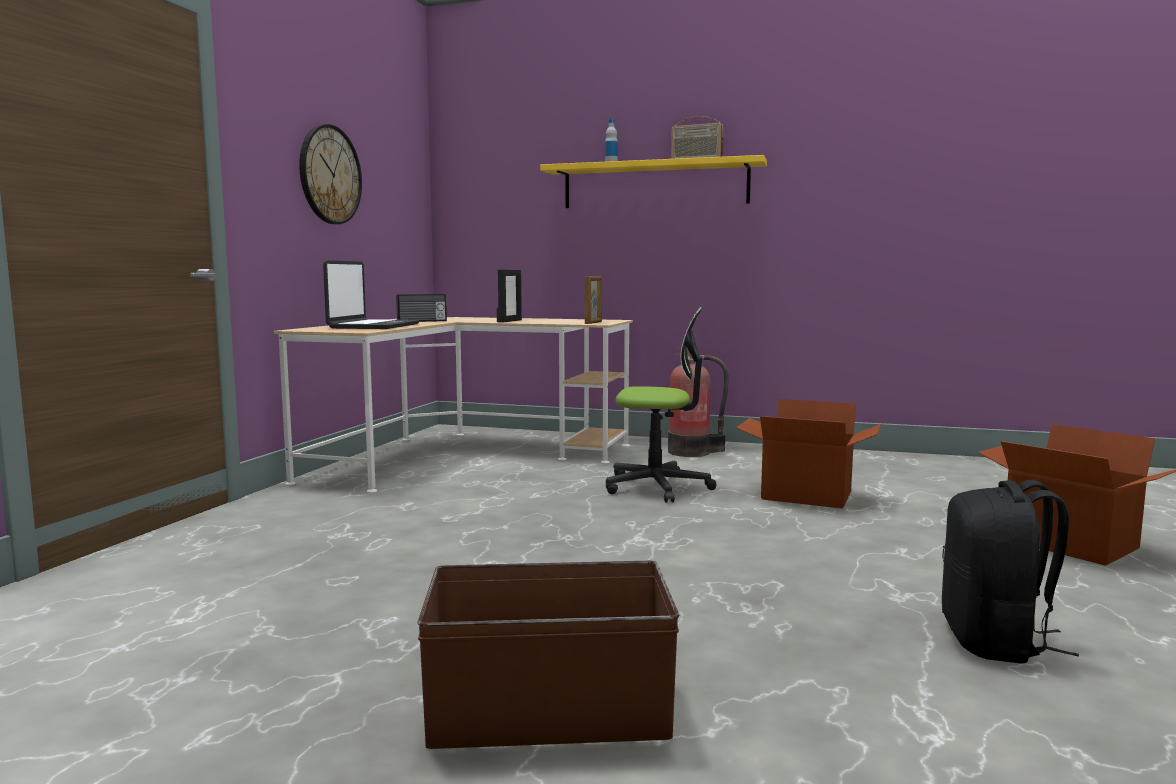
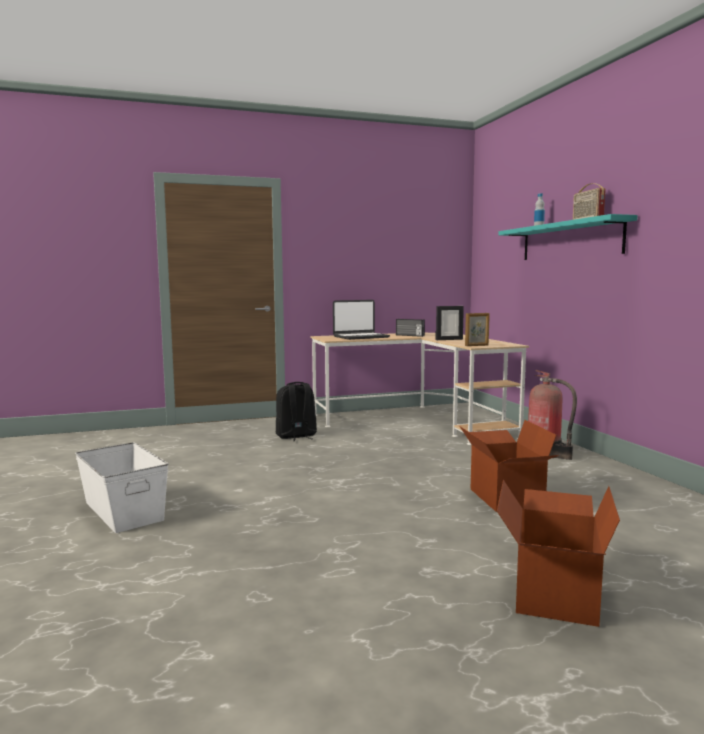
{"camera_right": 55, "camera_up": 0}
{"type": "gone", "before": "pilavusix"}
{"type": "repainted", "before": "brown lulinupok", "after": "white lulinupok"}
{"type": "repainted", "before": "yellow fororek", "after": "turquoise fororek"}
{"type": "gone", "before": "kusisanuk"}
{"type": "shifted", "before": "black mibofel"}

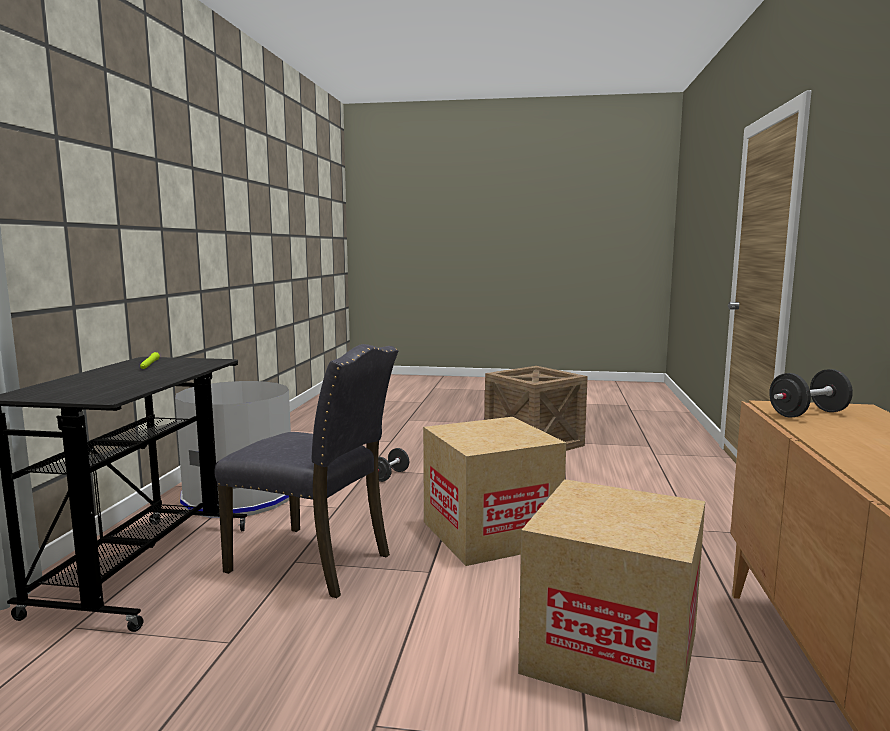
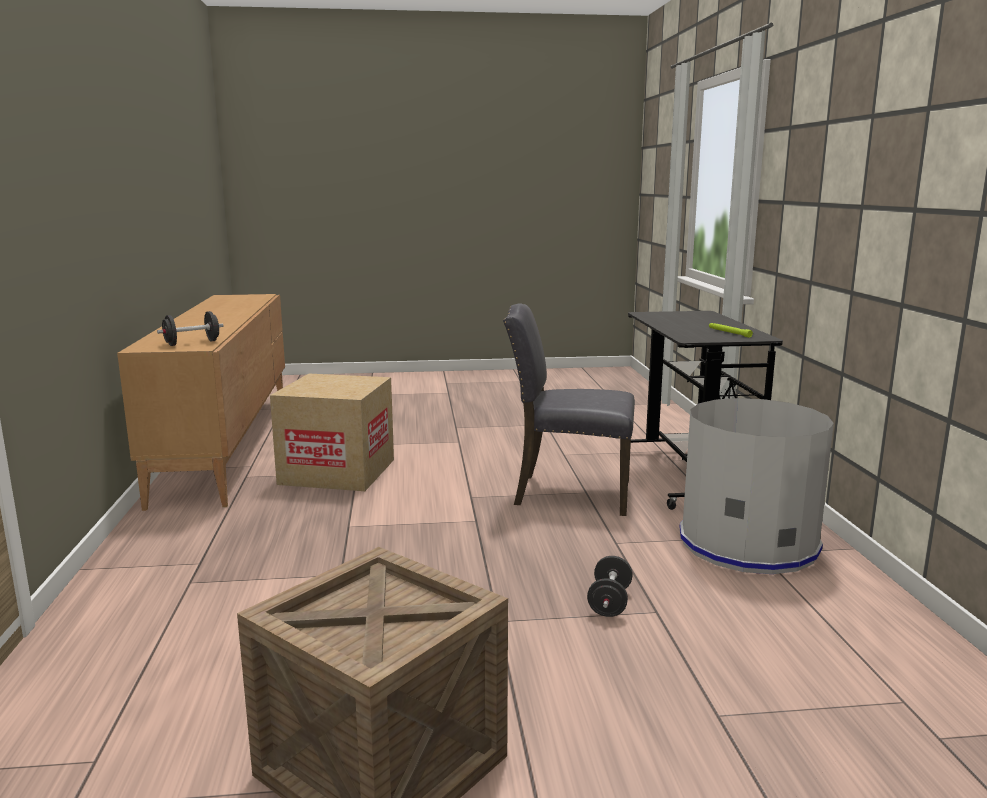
{"camera_right": 165, "camera_up": 5}
{"type": "gone", "before": "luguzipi (no. 1 from left)"}

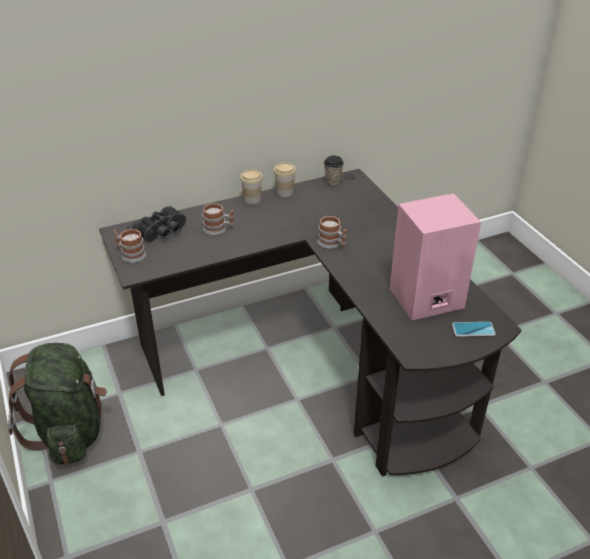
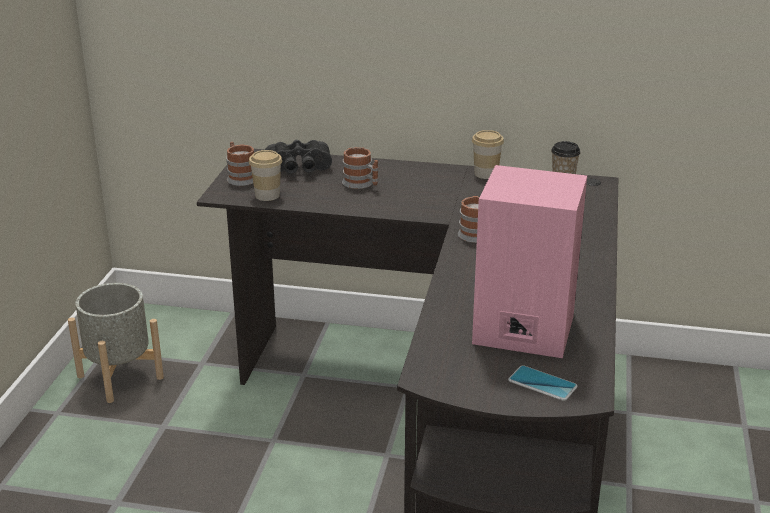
{"camera_right": 35, "camera_up": -10}
{"type": "swapped", "before": "green mibofel", "after": "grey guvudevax"}
{"type": "shifted", "before": "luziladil (no. 1 from left)"}

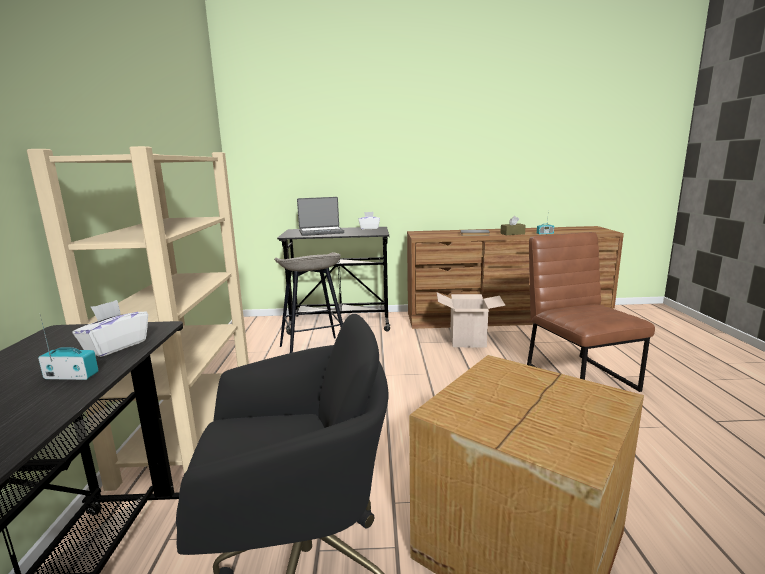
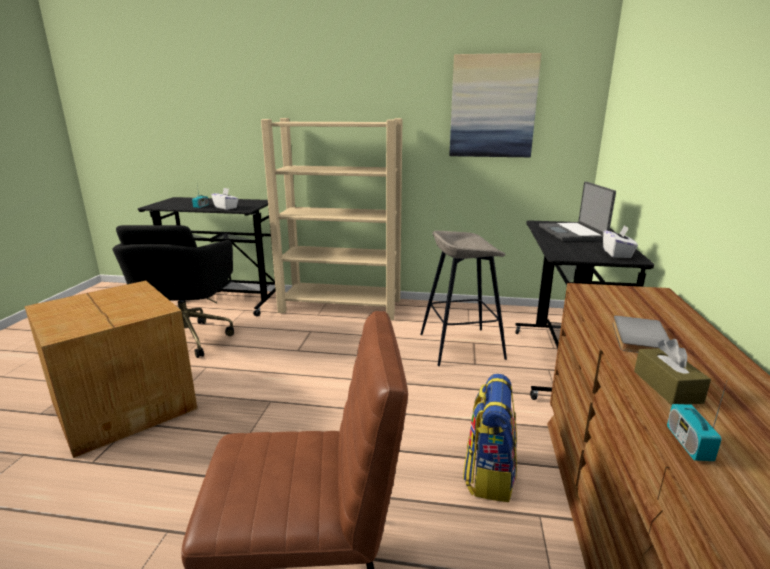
{"camera_right": 100, "camera_up": 5}
{"type": "swapped", "before": "luguzipi (no. 1 from left)", "after": "mibofel"}
{"type": "new", "after": "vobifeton"}

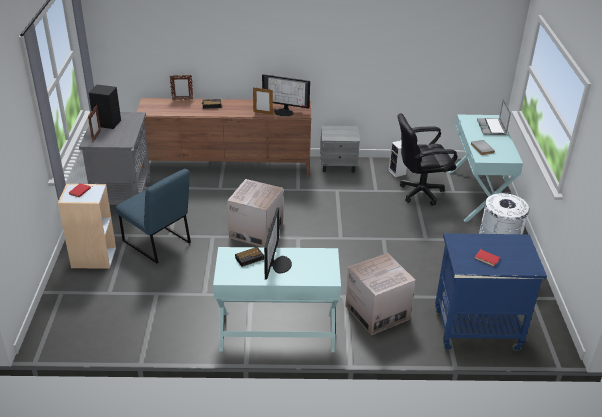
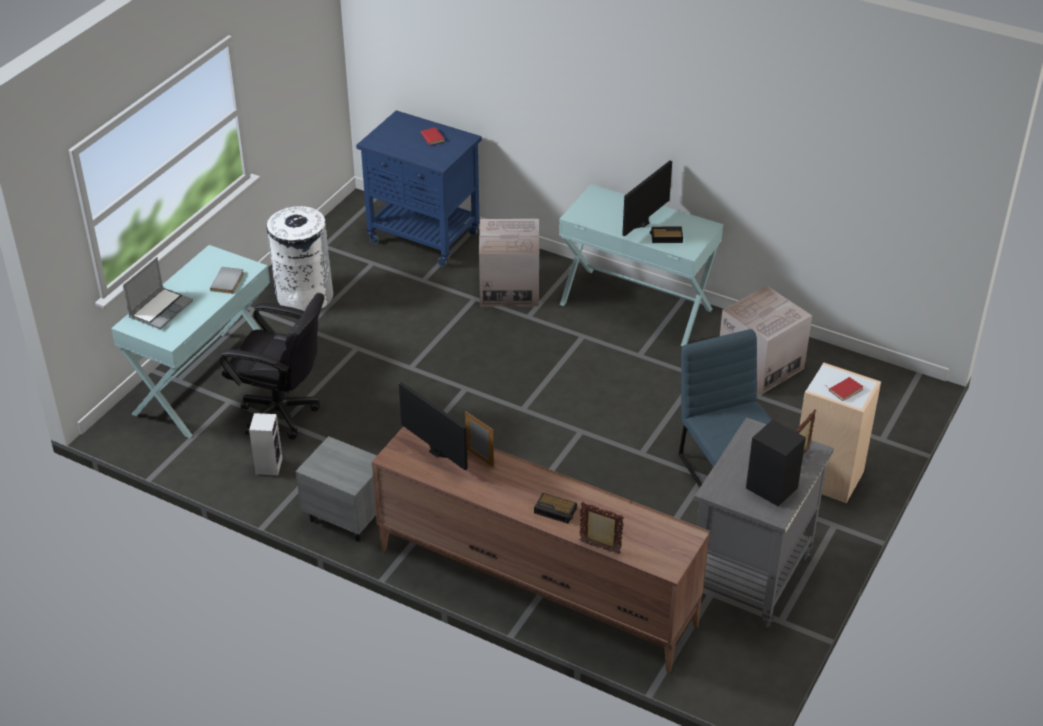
{"camera_right": -150, "camera_up": 5}
{"type": "shifted", "before": "luguzipi (no. 1 from left in the first image)", "after": "luguzipi (no. 2 from left)"}

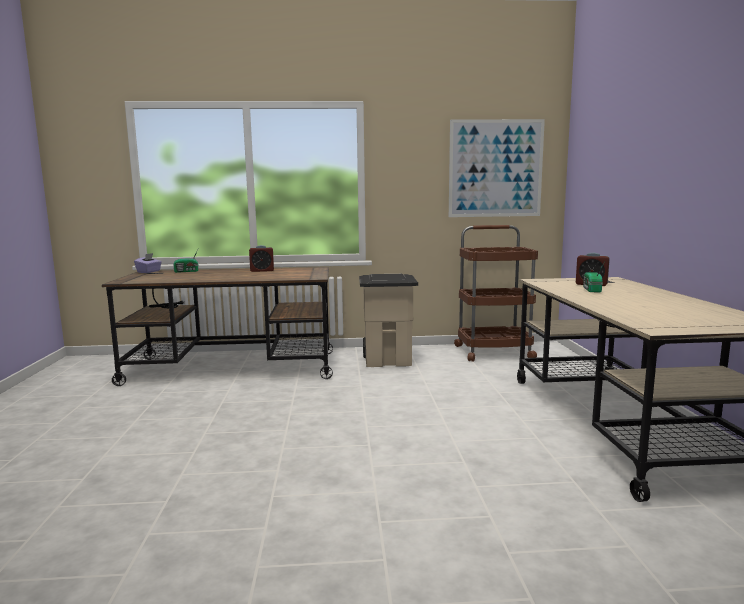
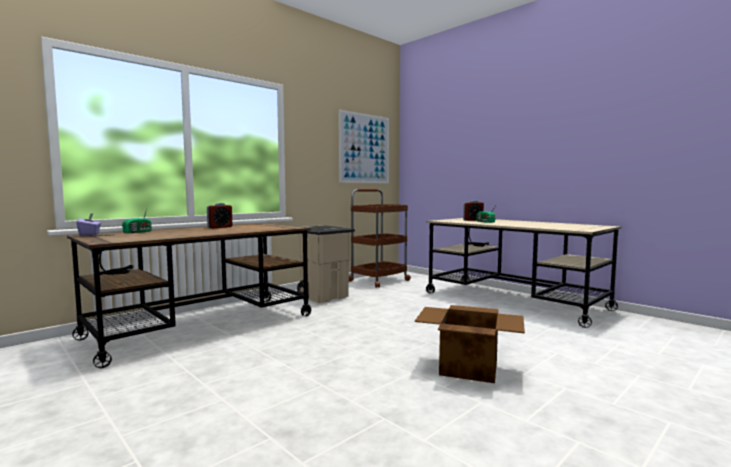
{"camera_right": -40, "camera_up": -5}
{"type": "new", "after": "luguzipi"}

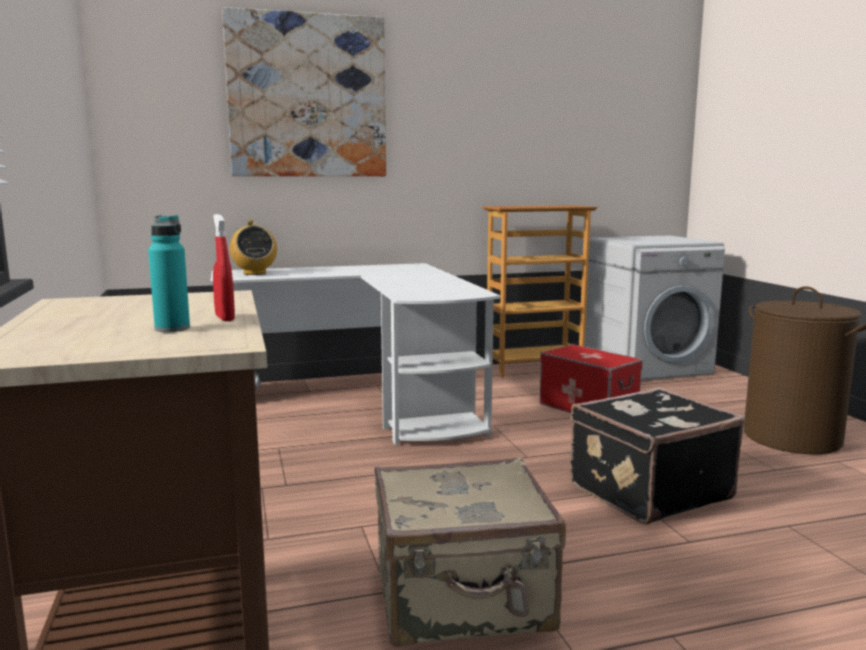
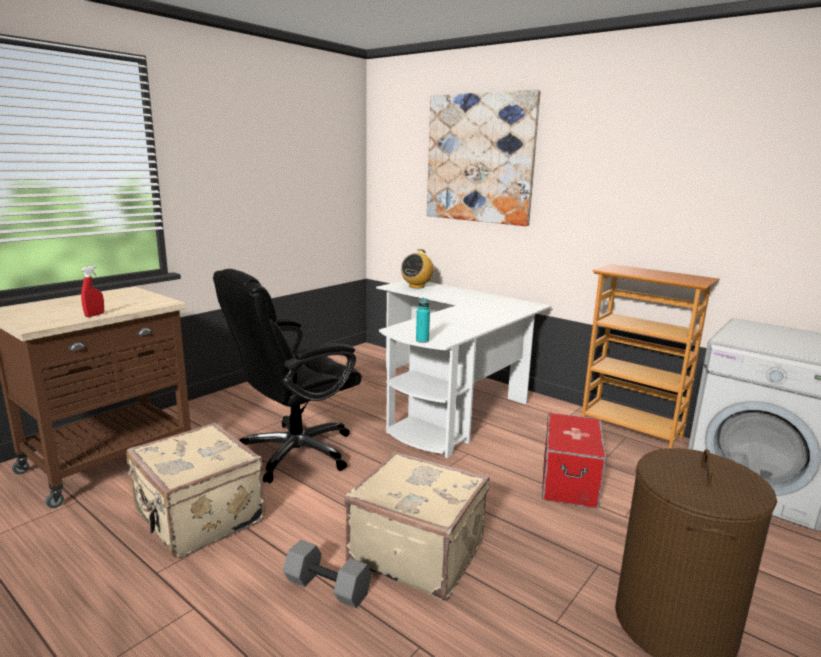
{"camera_right": 55, "camera_up": 5}
{"type": "shifted", "before": "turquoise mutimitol"}
{"type": "repainted", "before": "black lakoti", "after": "beige lakoti (no. 2 from left)"}
{"type": "new", "after": "black kusisanuk"}
{"type": "new", "after": "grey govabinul"}

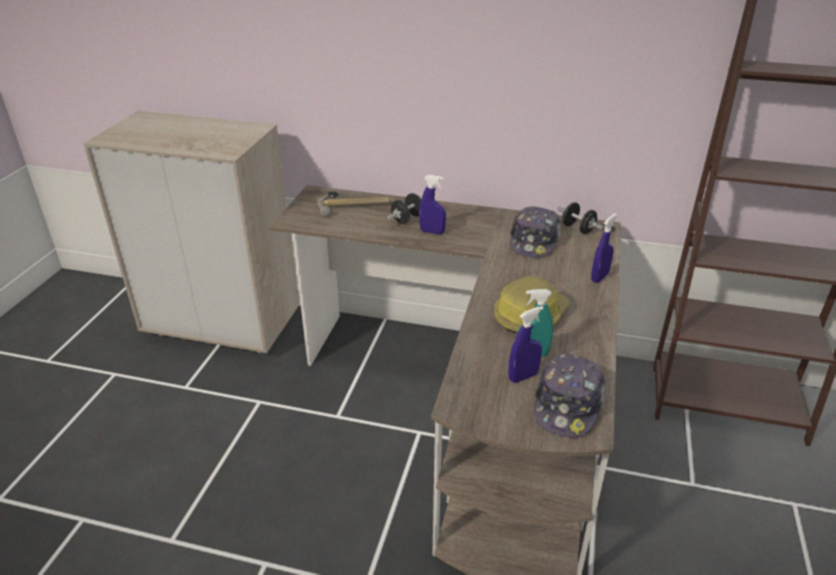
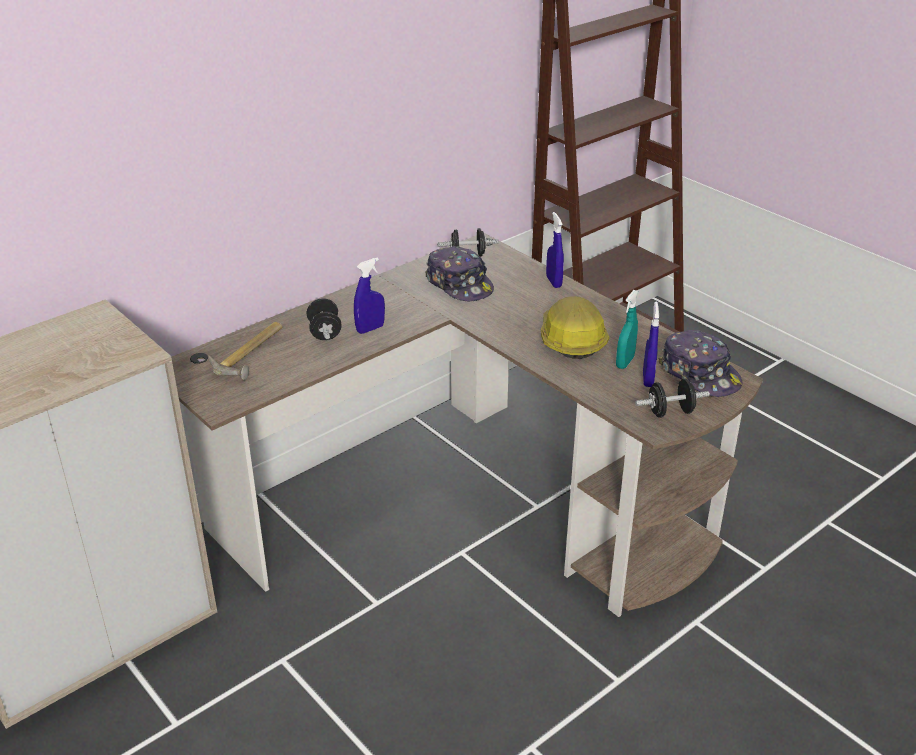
{"camera_right": -55, "camera_up": 0}
{"type": "new", "after": "black govabinul (no. 3 from left)"}

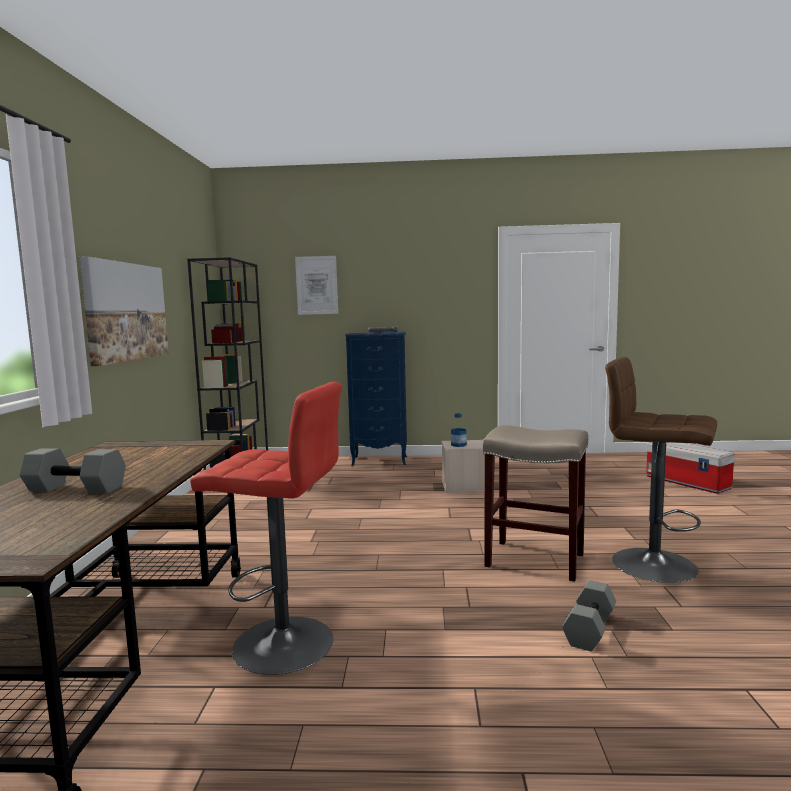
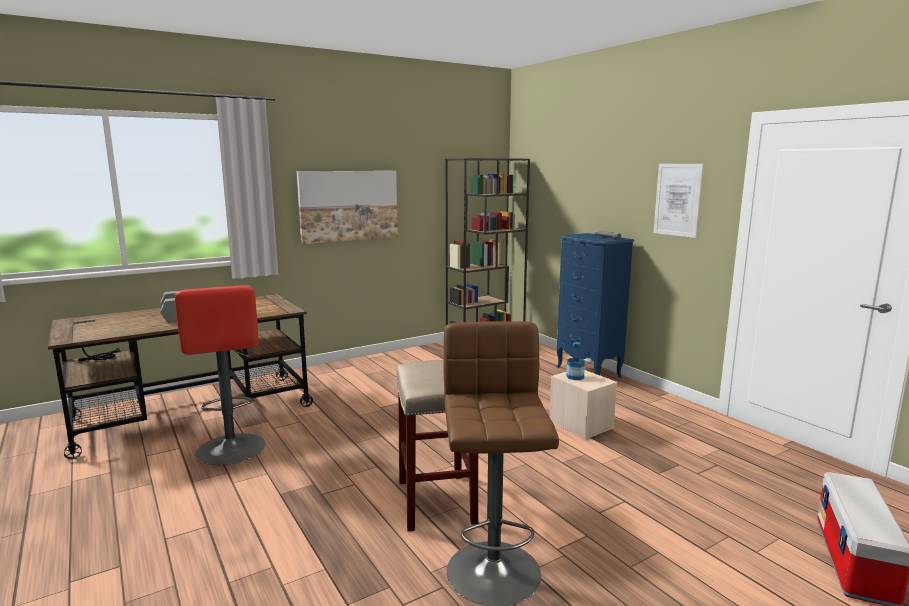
{"camera_right": 55, "camera_up": 5}
{"type": "shifted", "before": "vobifeton (no. 2 from left)"}
{"type": "gone", "before": "grey govabinul (no. 2 from left)"}

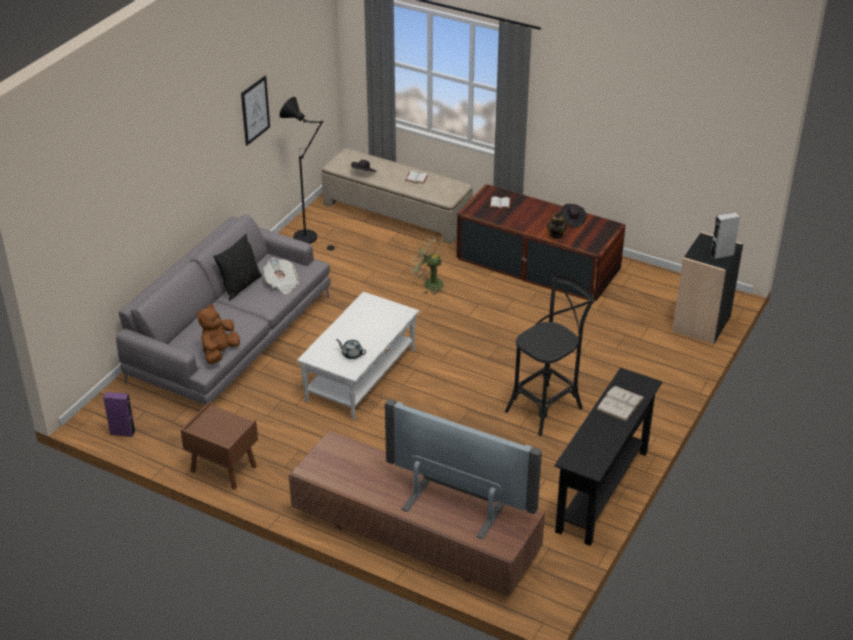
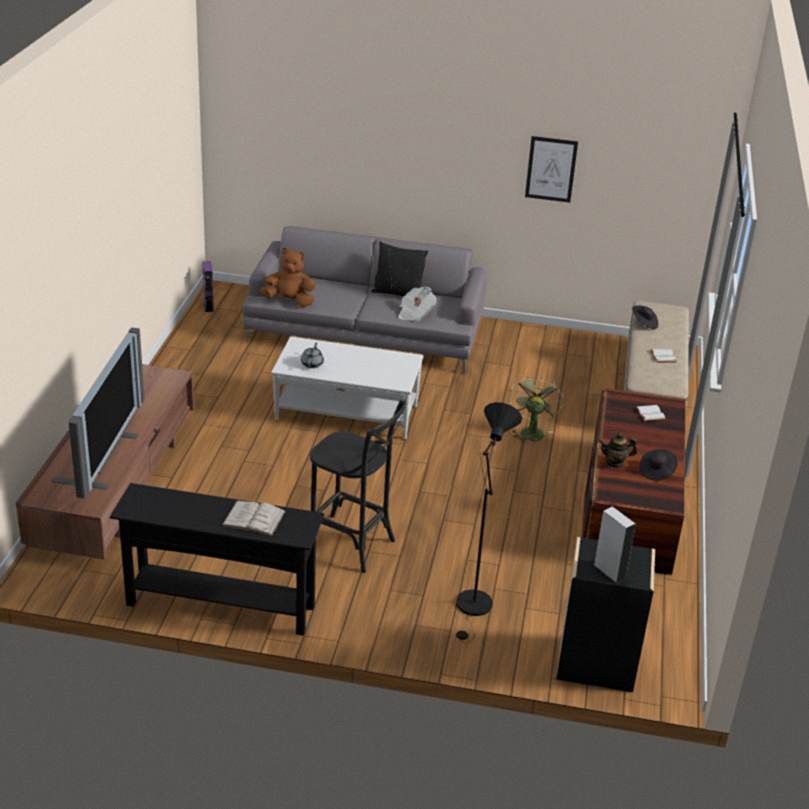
{"camera_right": 70, "camera_up": -5}
{"type": "gone", "before": "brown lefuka"}
{"type": "shifted", "before": "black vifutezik"}

